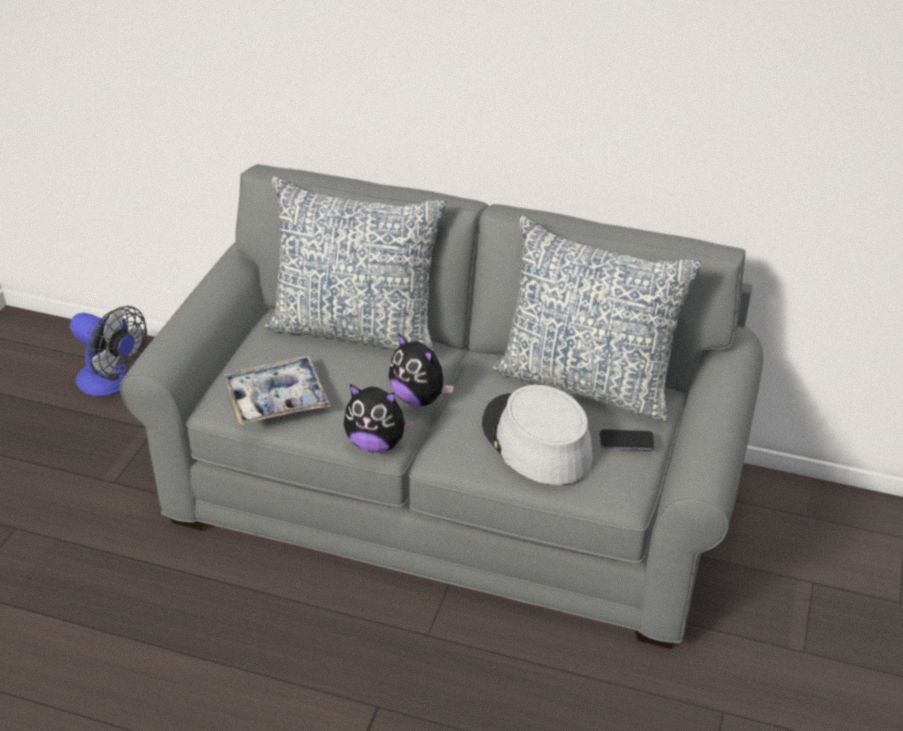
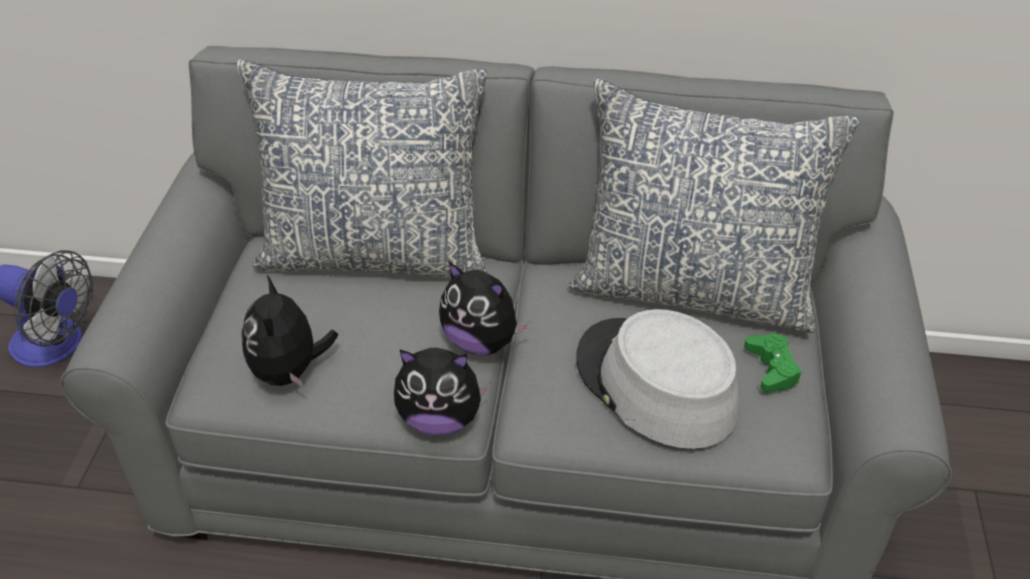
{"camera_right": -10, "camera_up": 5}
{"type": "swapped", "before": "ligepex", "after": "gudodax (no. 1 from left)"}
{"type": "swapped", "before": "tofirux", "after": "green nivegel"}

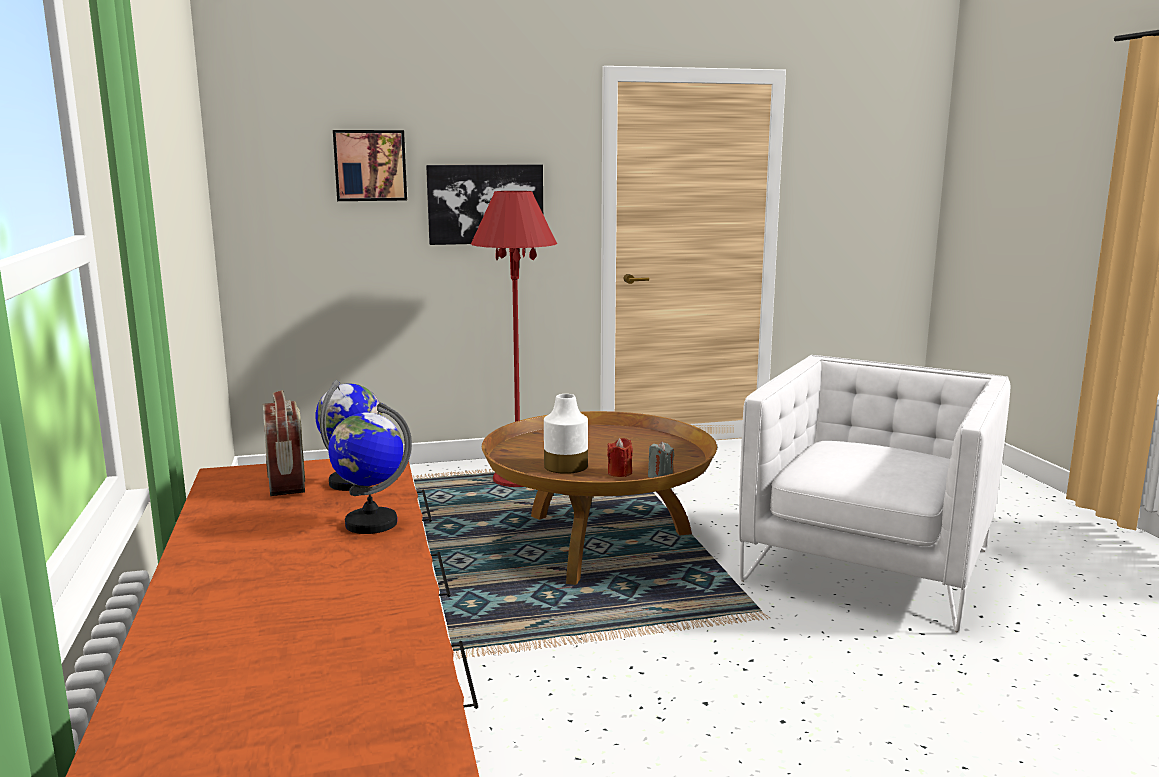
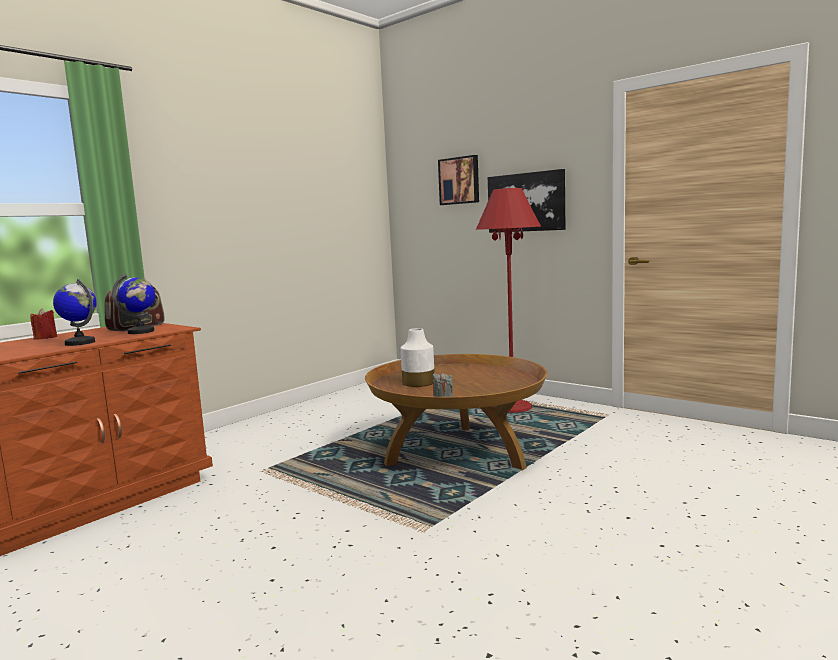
{"camera_right": 55, "camera_up": -5}
{"type": "shifted", "before": "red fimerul"}
{"type": "gone", "before": "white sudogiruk"}

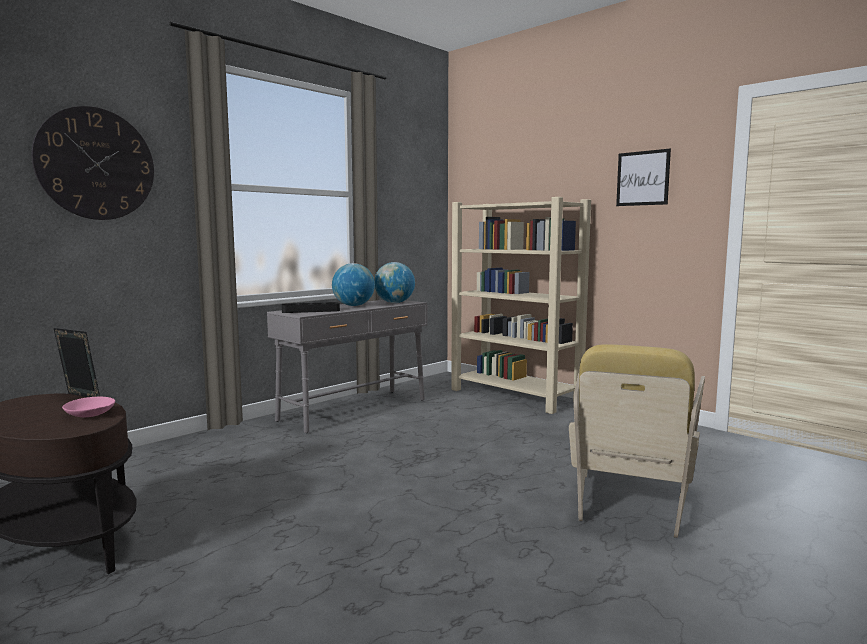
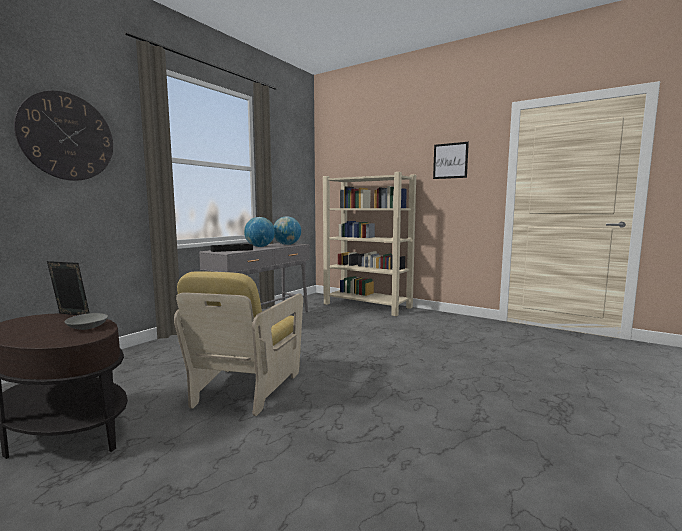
{"camera_right": -10, "camera_up": 0}
{"type": "repainted", "before": "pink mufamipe", "after": "grey mufamipe"}
{"type": "shifted", "before": "yellow sudogiruk"}

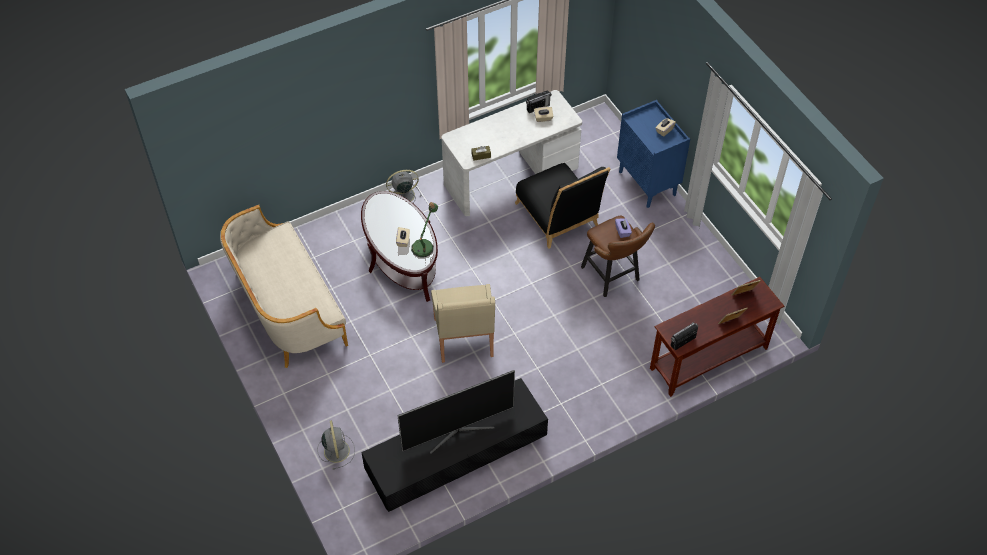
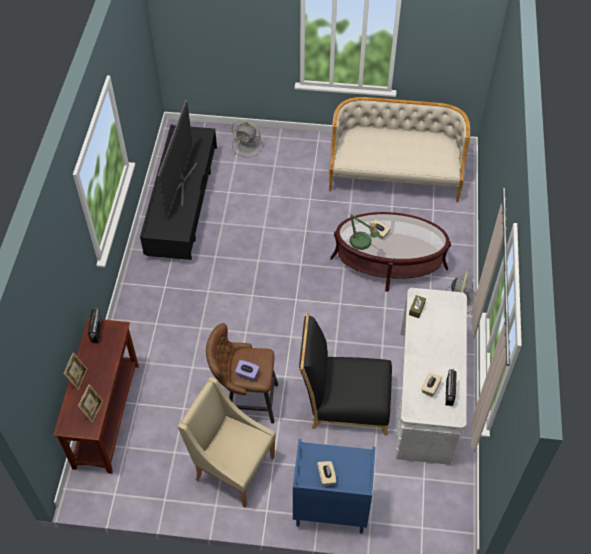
{"camera_right": 125, "camera_up": 0}
{"type": "shifted", "before": "beige sudogiruk"}

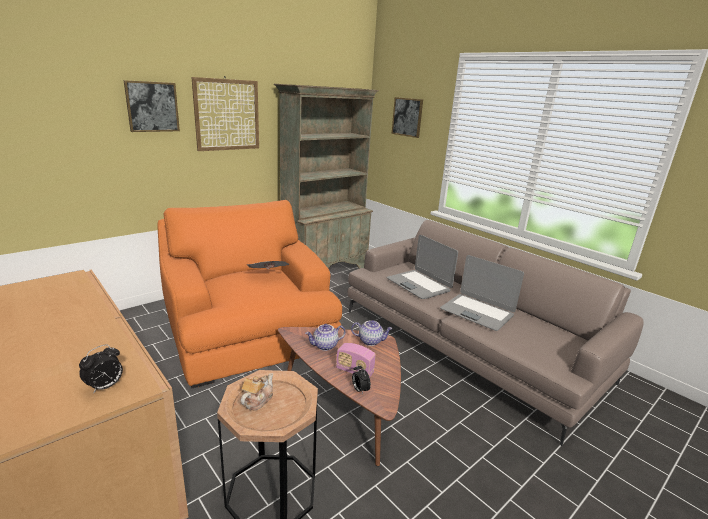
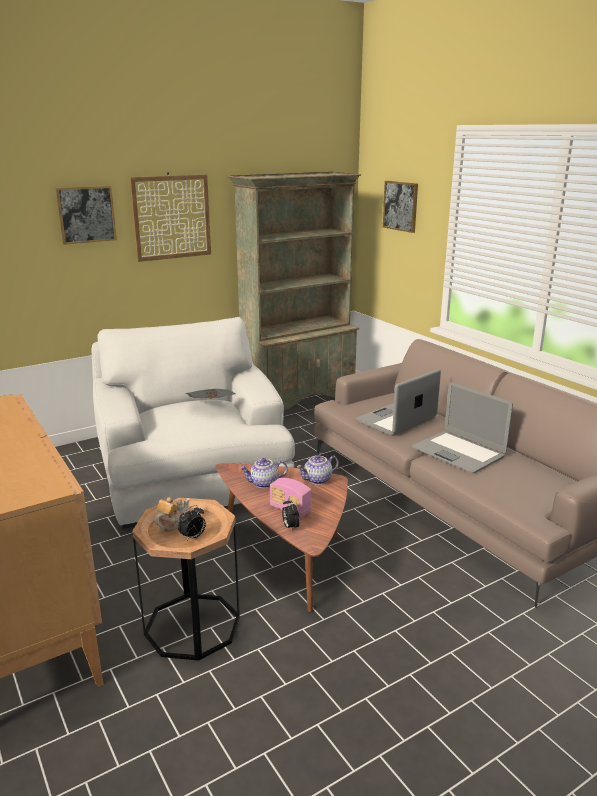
{"camera_right": 10, "camera_up": 0}
{"type": "shifted", "before": "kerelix (no. 1 from left)"}
{"type": "repainted", "before": "orange sudogiruk", "after": "white sudogiruk"}
{"type": "rotated", "before": "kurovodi (no. 3 from left)", "turn": 135}
{"type": "rotated", "before": "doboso (no. 1 from left)", "turn": 75}

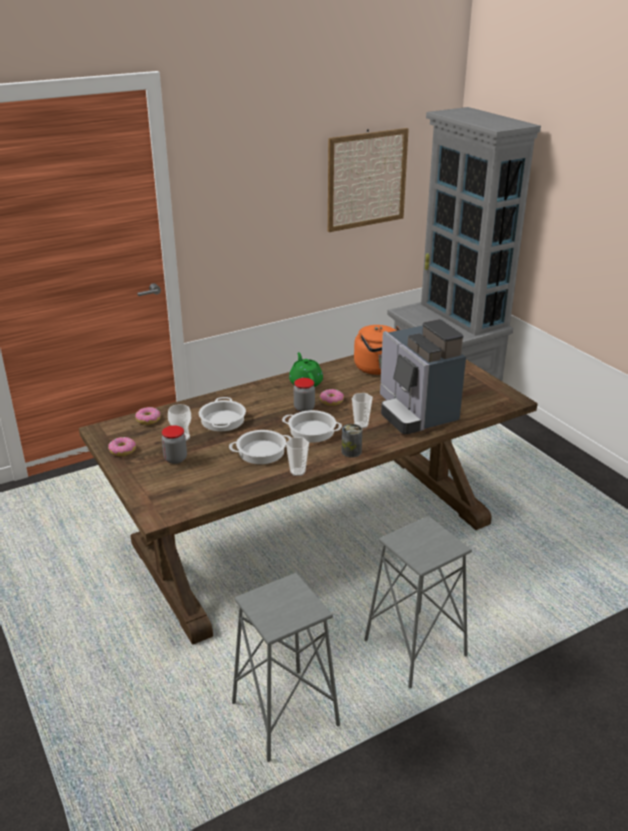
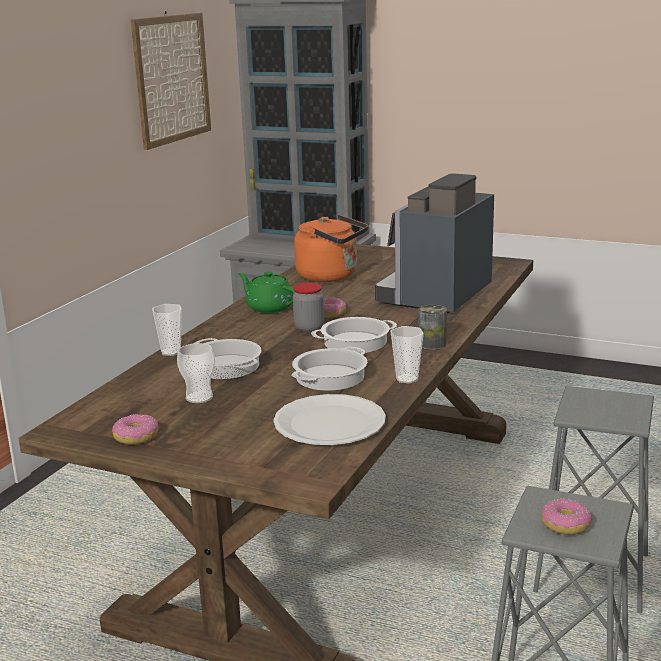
{"camera_right": -35, "camera_up": -10}
{"type": "shifted", "before": "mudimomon (no. 2 from left in the first image)", "after": "mudimomon (no. 3 from left)"}
{"type": "gone", "before": "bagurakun (no. 1 from left)"}
{"type": "shifted", "before": "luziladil (no. 3 from left in the first image)", "after": "luziladil (no. 1 from left)"}
{"type": "rotated", "before": "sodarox", "turn": 90}
{"type": "new", "after": "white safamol"}

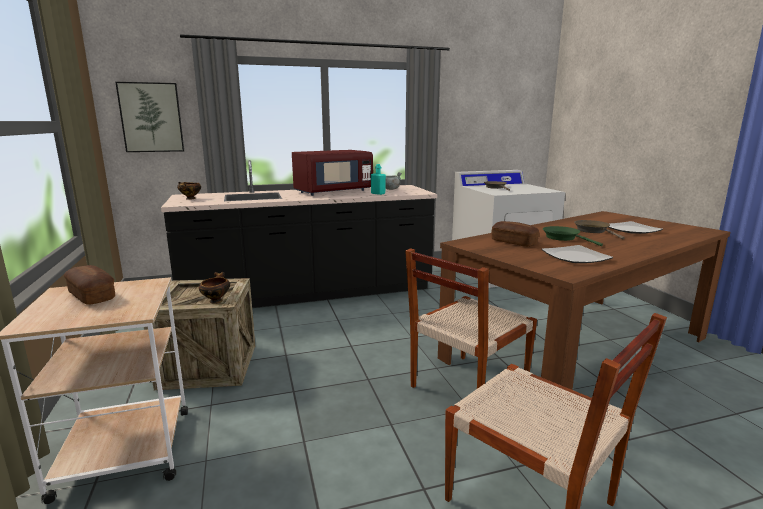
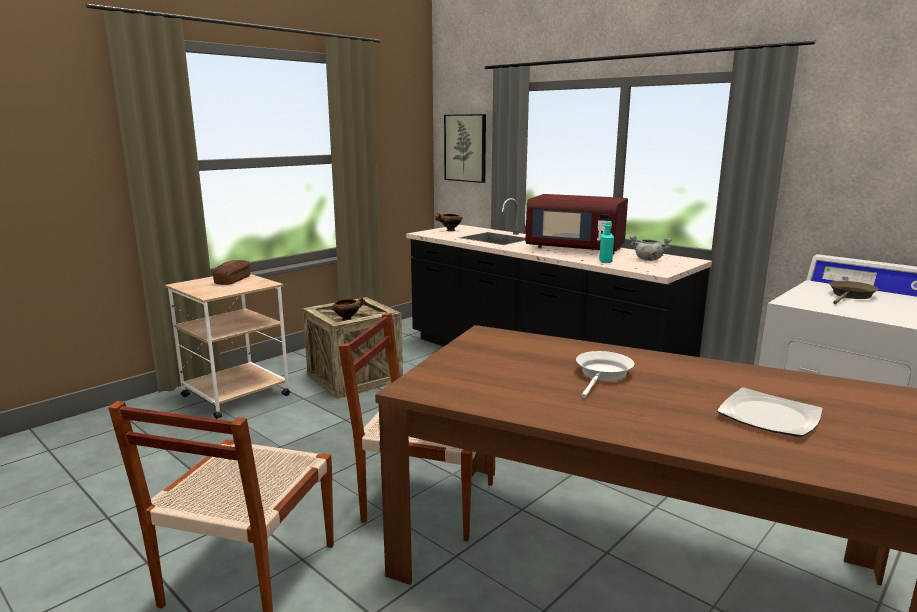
{"camera_right": 60, "camera_up": 0}
{"type": "gone", "before": "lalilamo (no. 2 from left)"}
{"type": "gone", "before": "safamol (no. 1 from left)"}
{"type": "repainted", "before": "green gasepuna", "after": "white gasepuna"}
{"type": "gone", "before": "brown gasepuna (no. 2 from left)"}

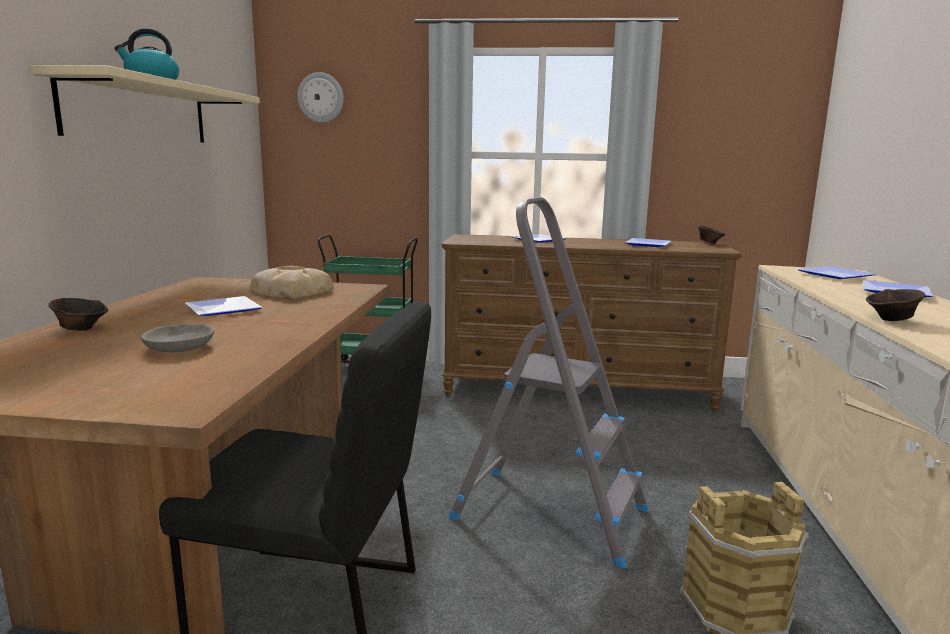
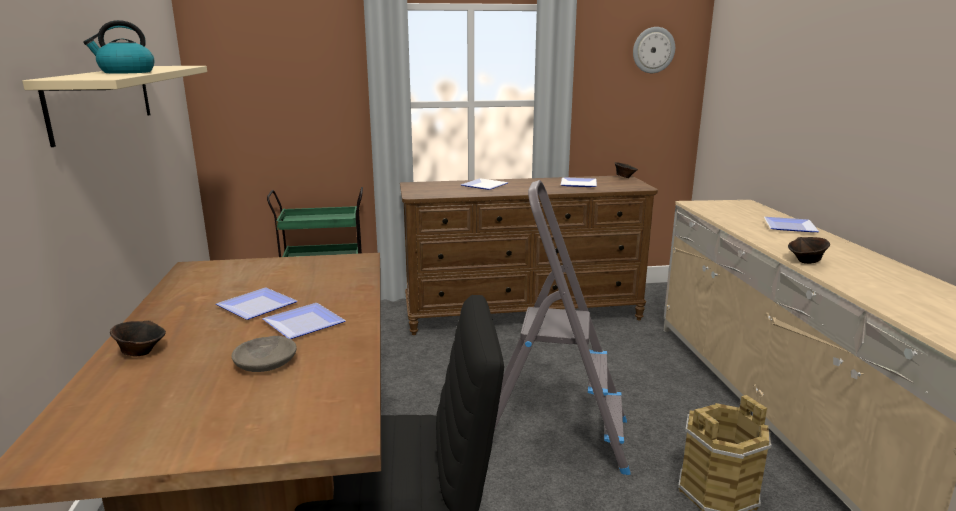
{"camera_right": -15, "camera_up": 5}
{"type": "gone", "before": "lalilamo"}
{"type": "shifted", "before": "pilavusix"}
{"type": "shifted", "before": "safamol (no. 4 from left in the first image)", "after": "safamol (no. 2 from left)"}

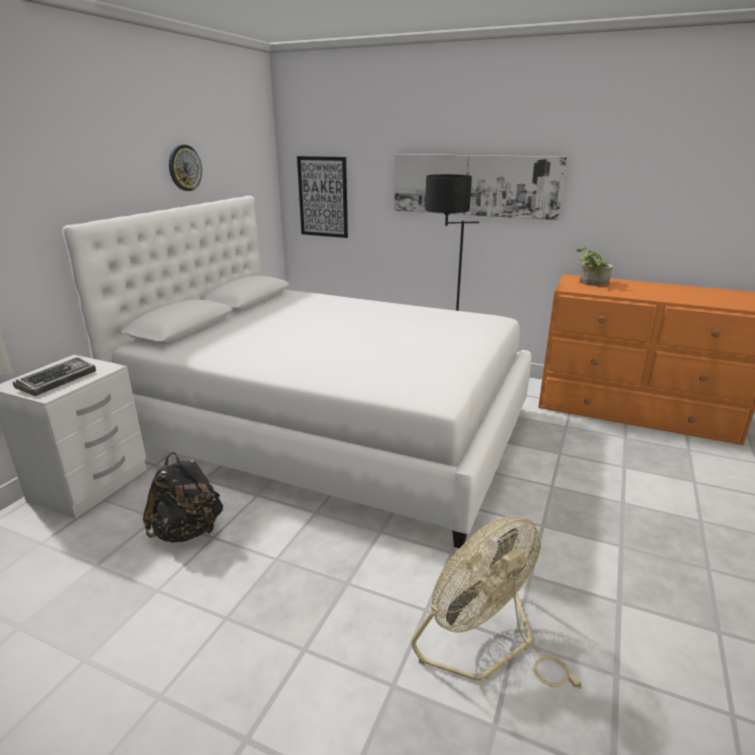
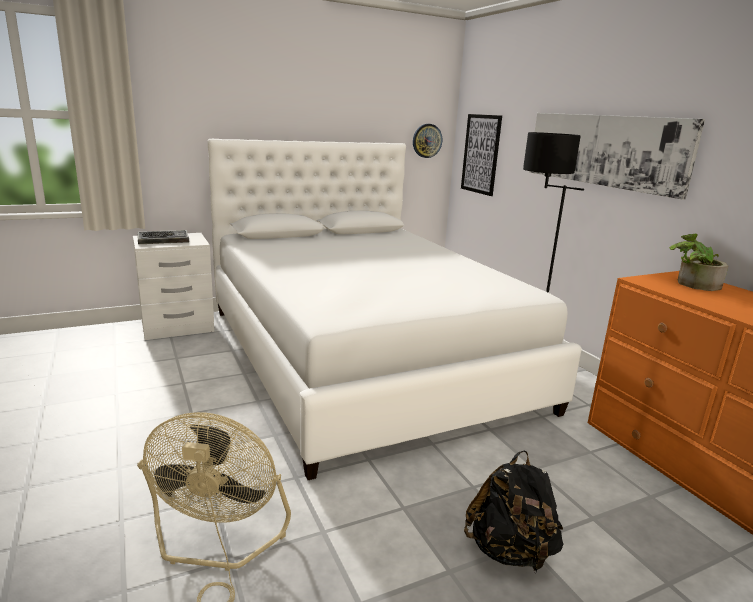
{"camera_right": 40, "camera_up": -5}
{"type": "shifted", "before": "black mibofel"}
{"type": "shifted", "before": "pilavusix"}

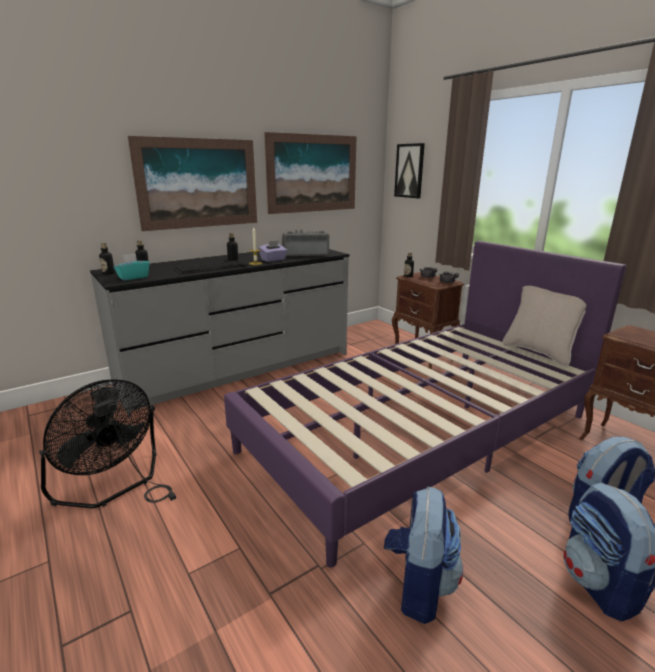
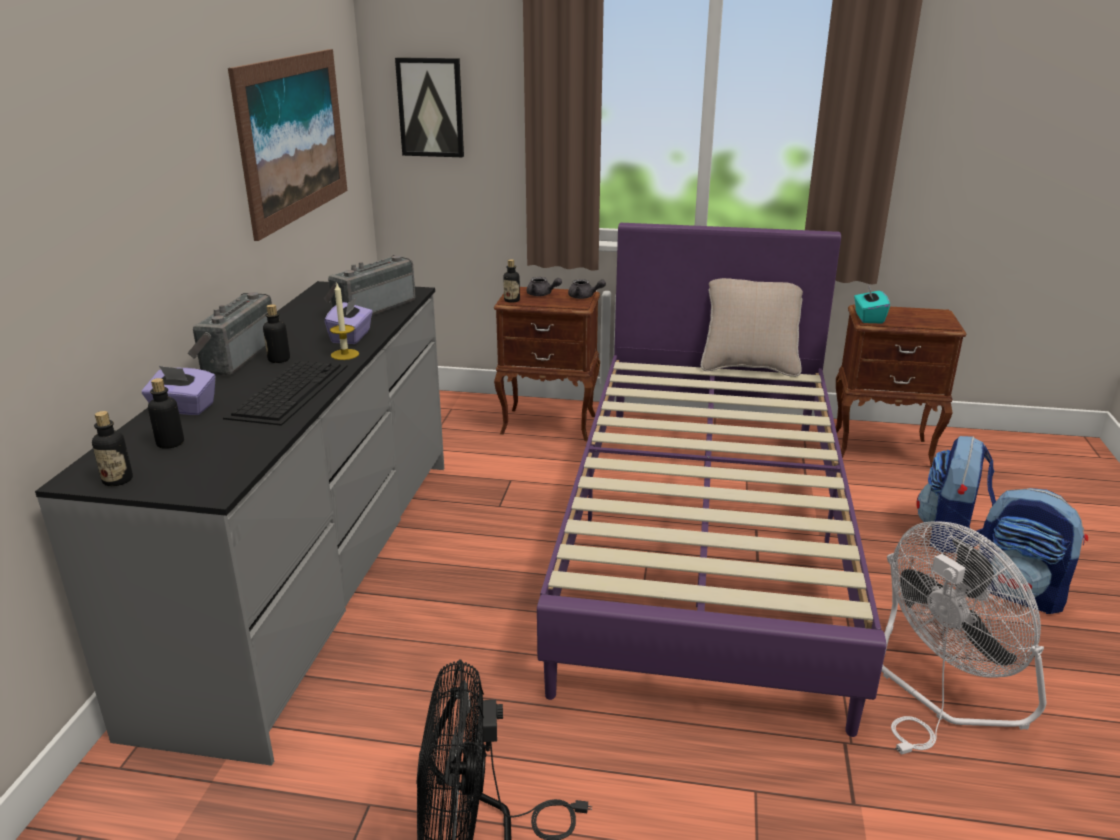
{"camera_right": -45, "camera_up": 5}
{"type": "shifted", "before": "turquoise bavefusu"}
{"type": "gone", "before": "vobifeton (no. 1 from left)"}
{"type": "swapped", "before": "mibofel (no. 1 from left)", "after": "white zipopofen"}
{"type": "new", "after": "purple bavefusu (no. 1 from left)"}
{"type": "new", "after": "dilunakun (no. 1 from left)"}

